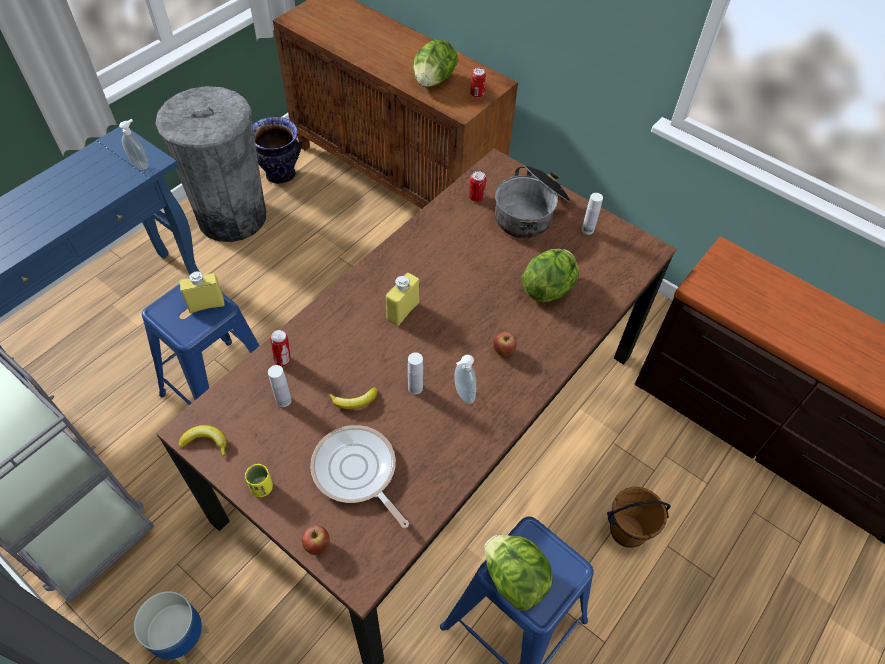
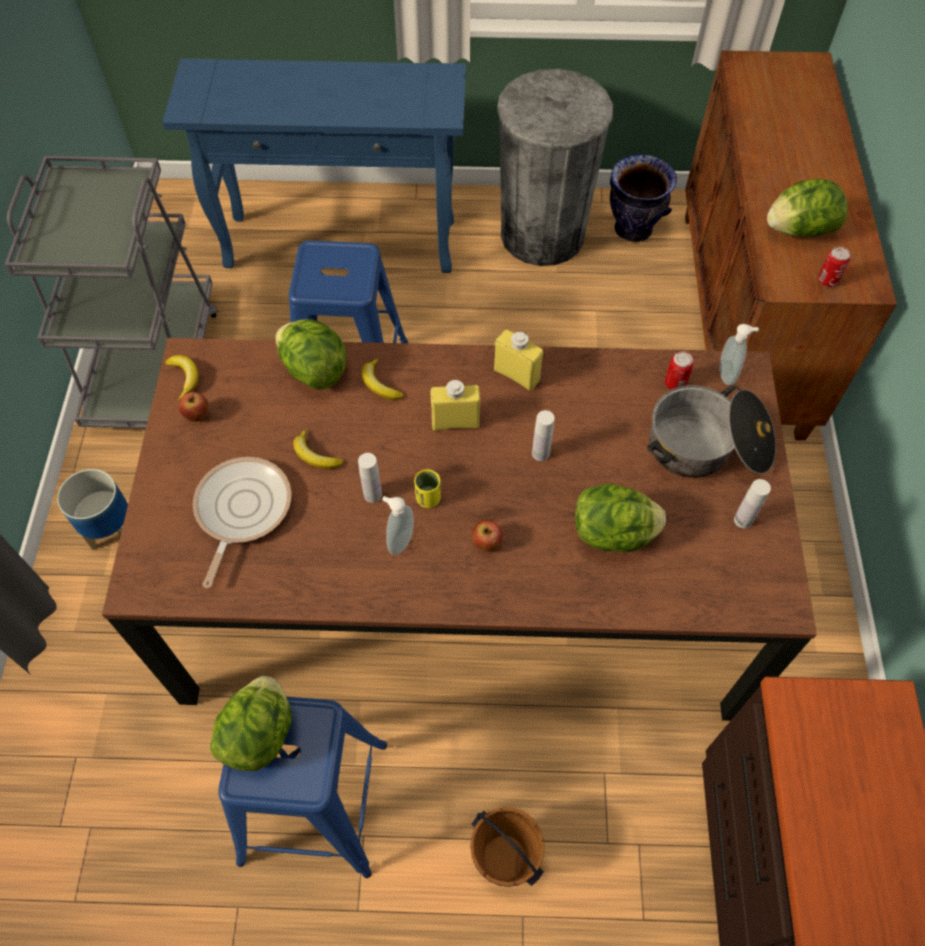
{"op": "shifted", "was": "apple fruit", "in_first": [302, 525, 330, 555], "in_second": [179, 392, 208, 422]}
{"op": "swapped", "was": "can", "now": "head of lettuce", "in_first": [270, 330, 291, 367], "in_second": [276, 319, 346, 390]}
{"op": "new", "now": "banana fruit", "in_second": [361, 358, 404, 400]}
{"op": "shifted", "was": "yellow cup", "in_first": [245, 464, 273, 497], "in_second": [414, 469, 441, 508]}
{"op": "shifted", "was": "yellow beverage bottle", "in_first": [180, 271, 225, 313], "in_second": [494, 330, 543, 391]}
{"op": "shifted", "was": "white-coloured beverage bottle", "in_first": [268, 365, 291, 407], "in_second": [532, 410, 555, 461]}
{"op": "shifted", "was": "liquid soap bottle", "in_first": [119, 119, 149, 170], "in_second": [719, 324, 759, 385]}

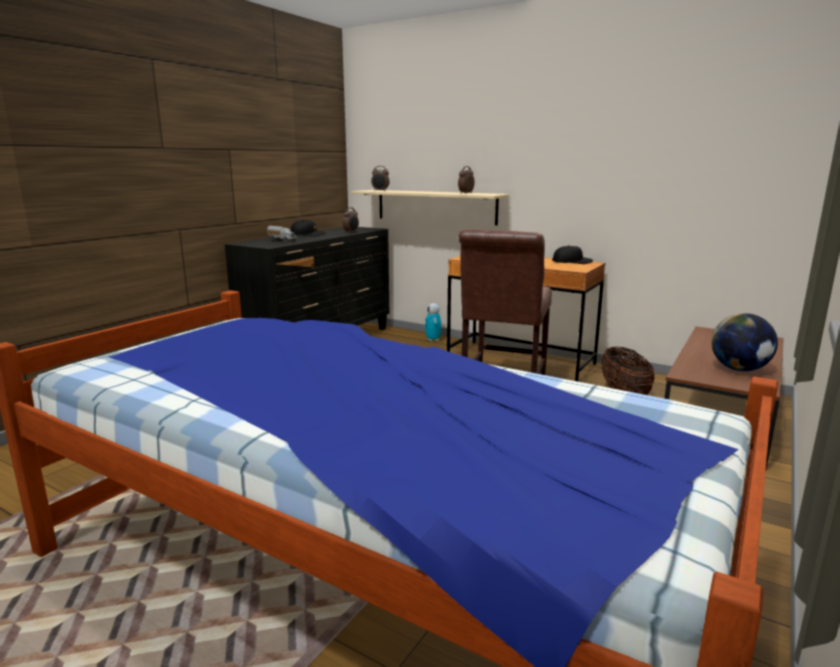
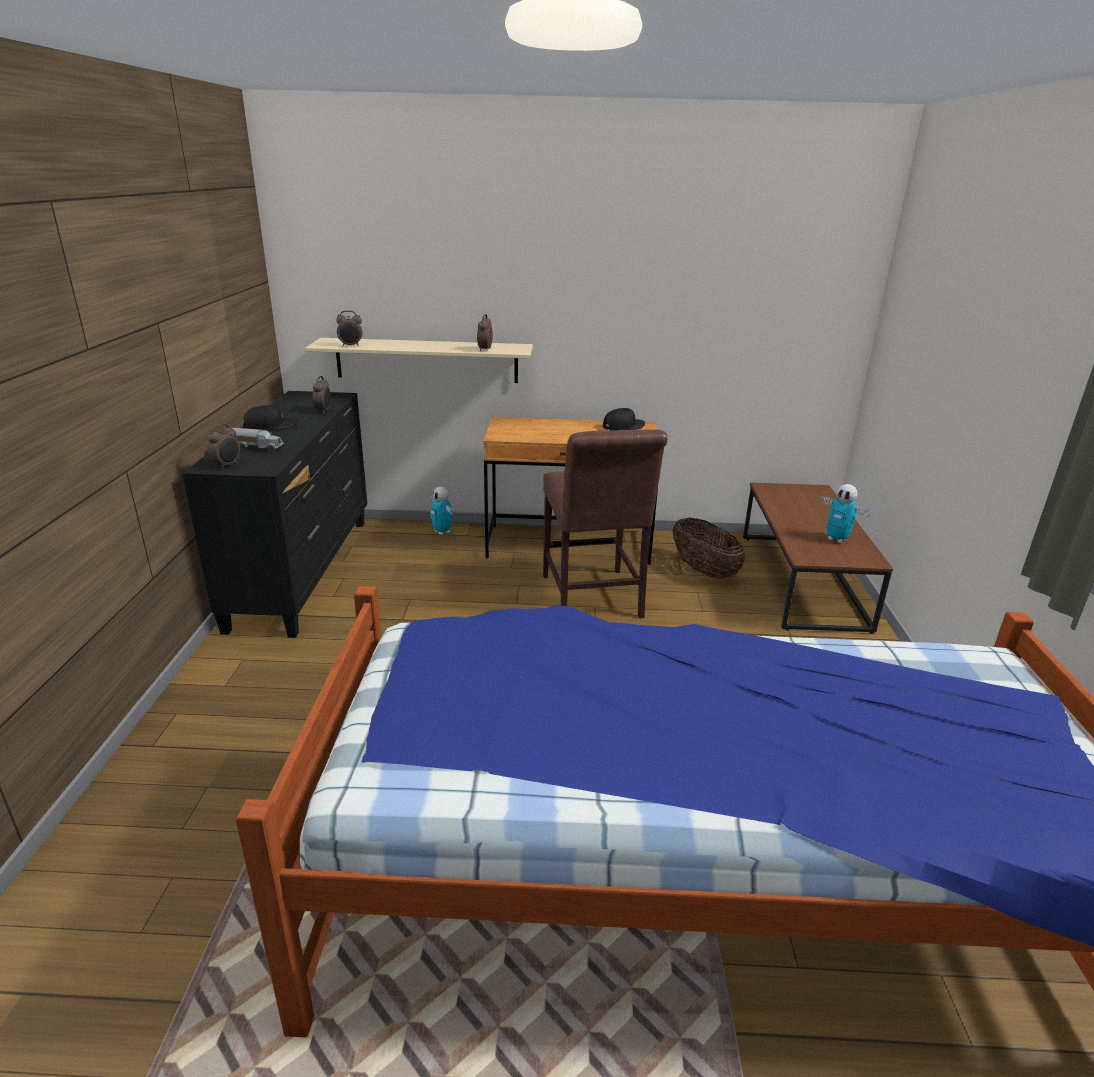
{"op": "new", "now": "alarm clock", "in_second": [207, 424, 240, 469]}
{"op": "swapped", "was": "desk globe", "now": "robot figure", "in_first": [711, 313, 778, 371], "in_second": [819, 484, 871, 543]}

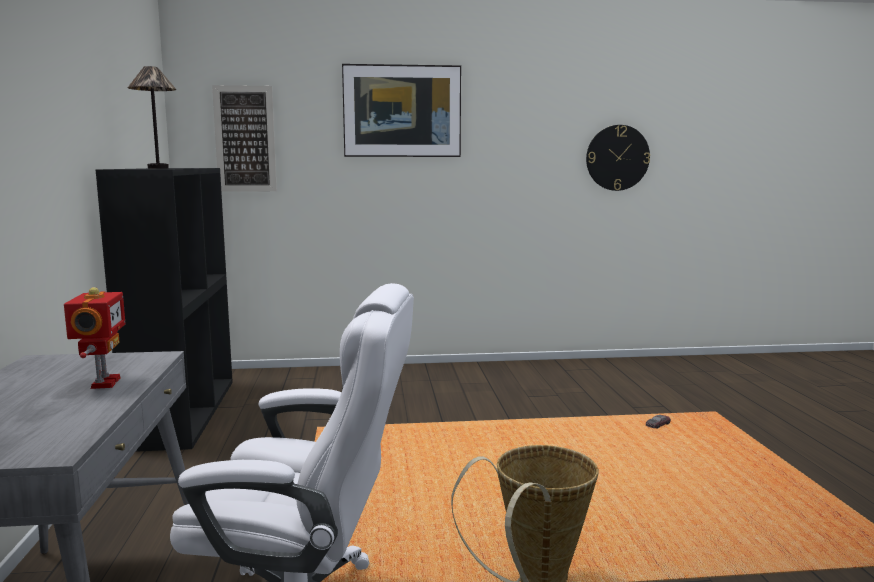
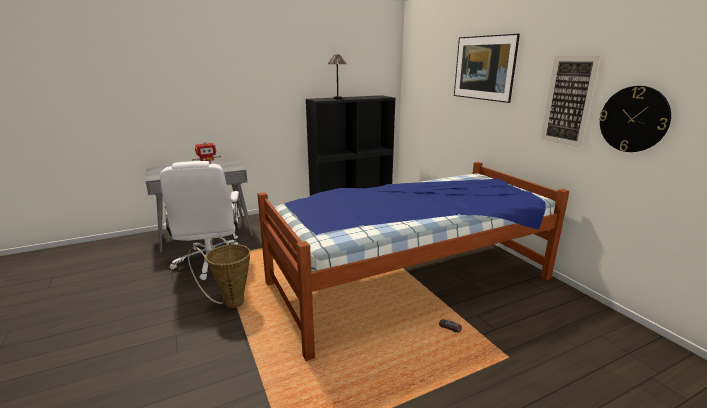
{"op": "new", "now": "bed", "in_second": [257, 162, 569, 361]}
{"op": "shifted", "was": "wall art", "in_first": [212, 85, 277, 192], "in_second": [541, 56, 601, 148]}

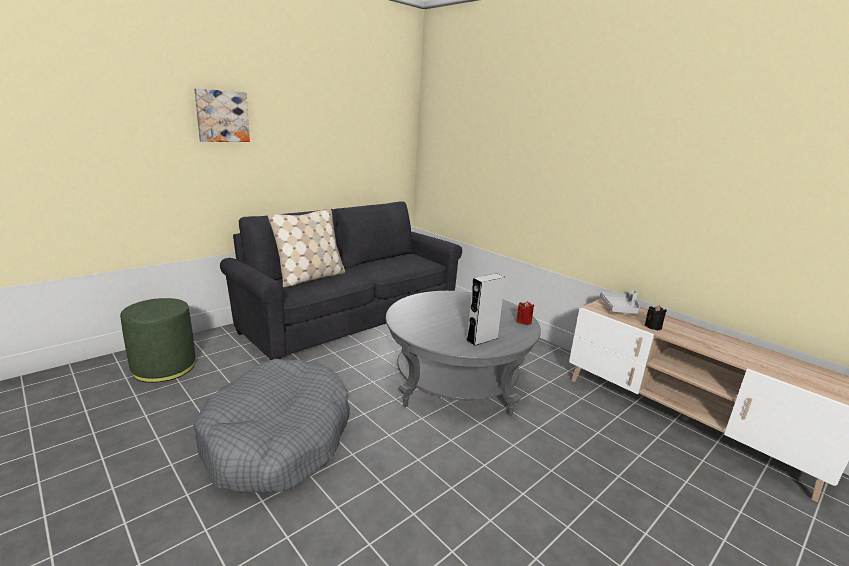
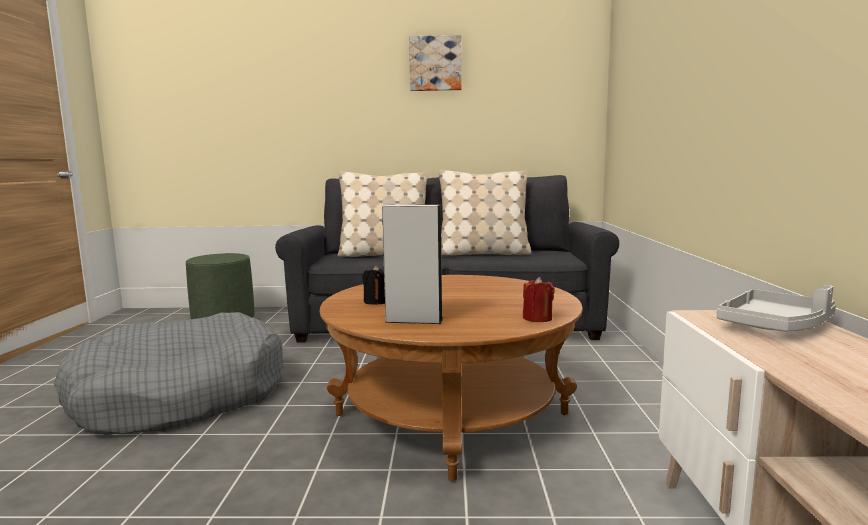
{"op": "repainted", "was": "greyish coffee table", "now": "brownish coffee table", "in_first": [385, 291, 541, 416], "in_second": [320, 275, 583, 481]}
{"op": "shifted", "was": "black candle", "in_first": [644, 305, 667, 331], "in_second": [362, 265, 385, 305]}
{"op": "shifted", "was": "wall art", "in_first": [194, 88, 250, 142], "in_second": [409, 35, 462, 91]}
{"op": "new", "now": "beige-coloured pillow", "in_second": [439, 170, 531, 255]}

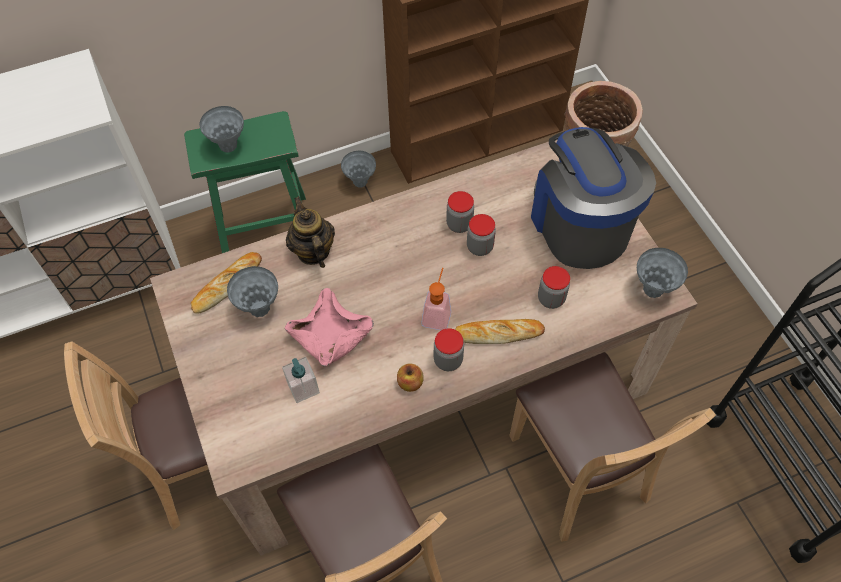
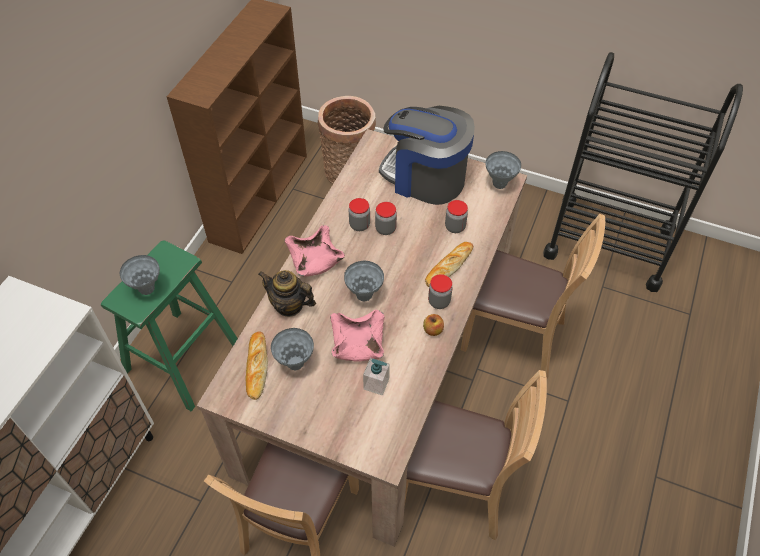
{"op": "new", "now": "pink-coloured serving bowl", "in_second": [285, 225, 345, 277]}
{"op": "shifted", "was": "greyish vase", "in_first": [341, 151, 376, 188], "in_second": [344, 261, 384, 301]}
{"op": "gone", "was": "liquid soap bottle", "in_first": [421, 268, 451, 330]}

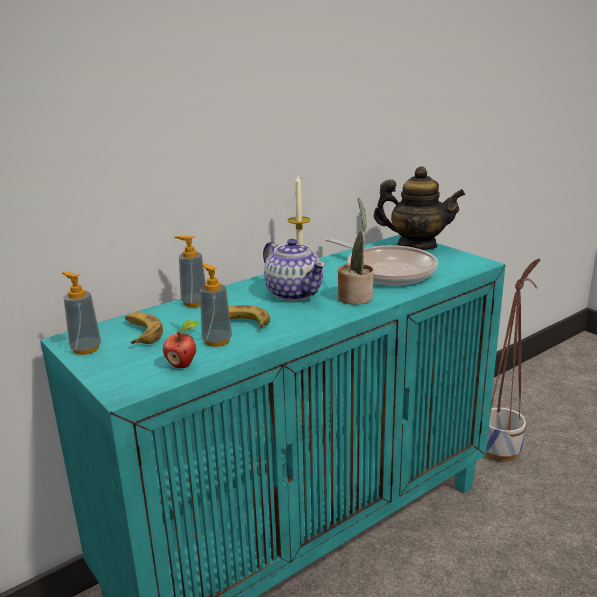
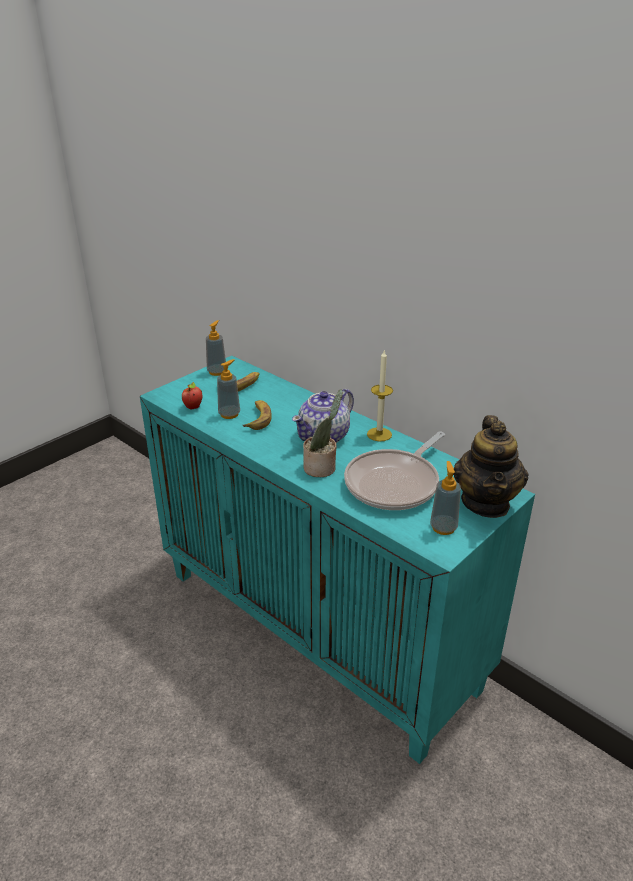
{"op": "shifted", "was": "liquid soap bottle", "in_first": [174, 236, 206, 307], "in_second": [430, 461, 461, 535]}
{"op": "gone", "was": "planter", "in_first": [486, 258, 540, 462]}

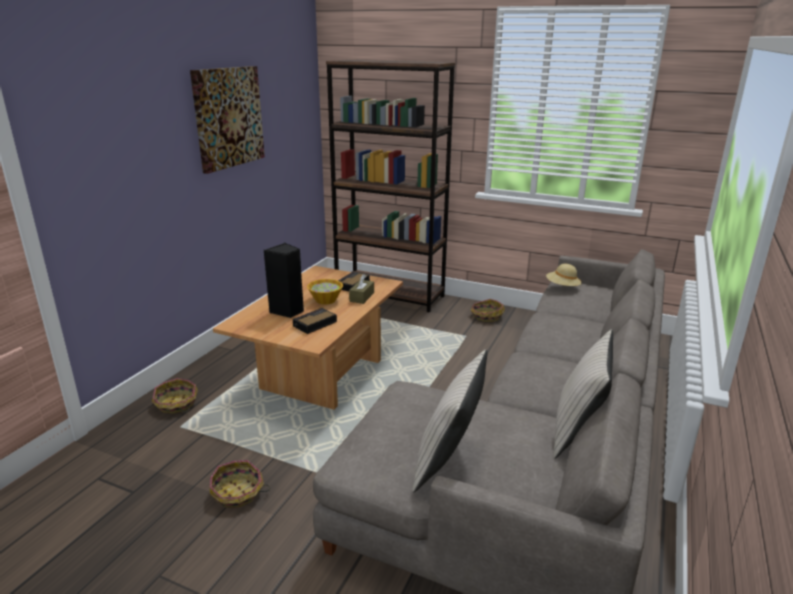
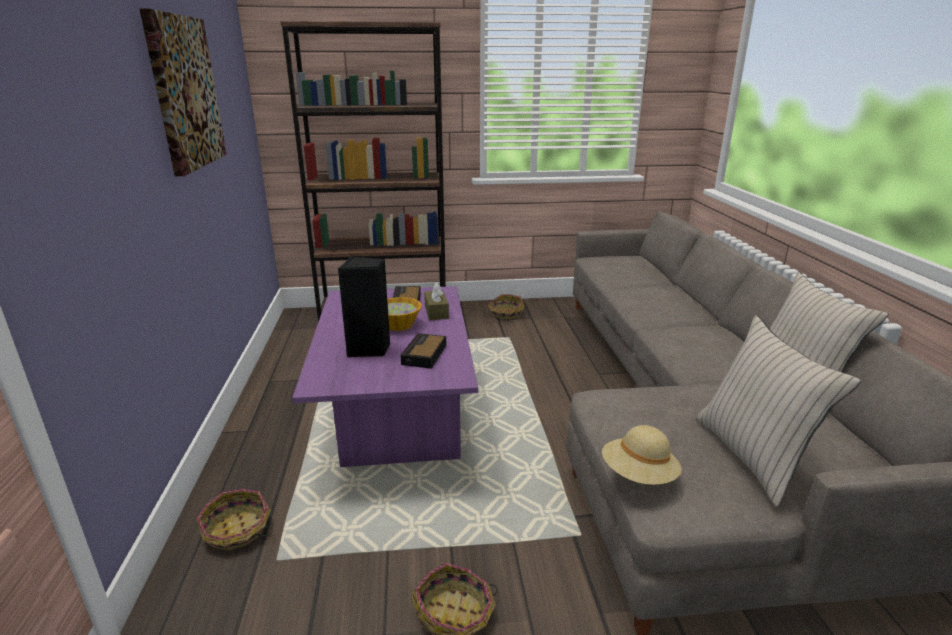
{"op": "repainted", "was": "brownish coffee table", "now": "purple-coloured coffee table", "in_first": [213, 266, 403, 410], "in_second": [292, 286, 478, 467]}
{"op": "shifted", "was": "beige-coloured hat", "in_first": [546, 264, 582, 286], "in_second": [602, 425, 682, 485]}

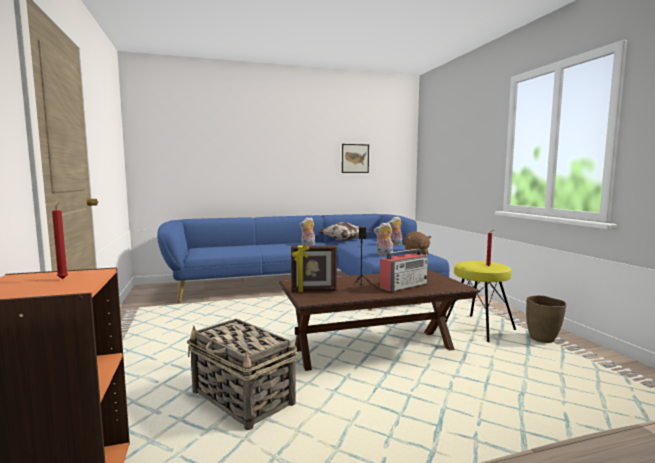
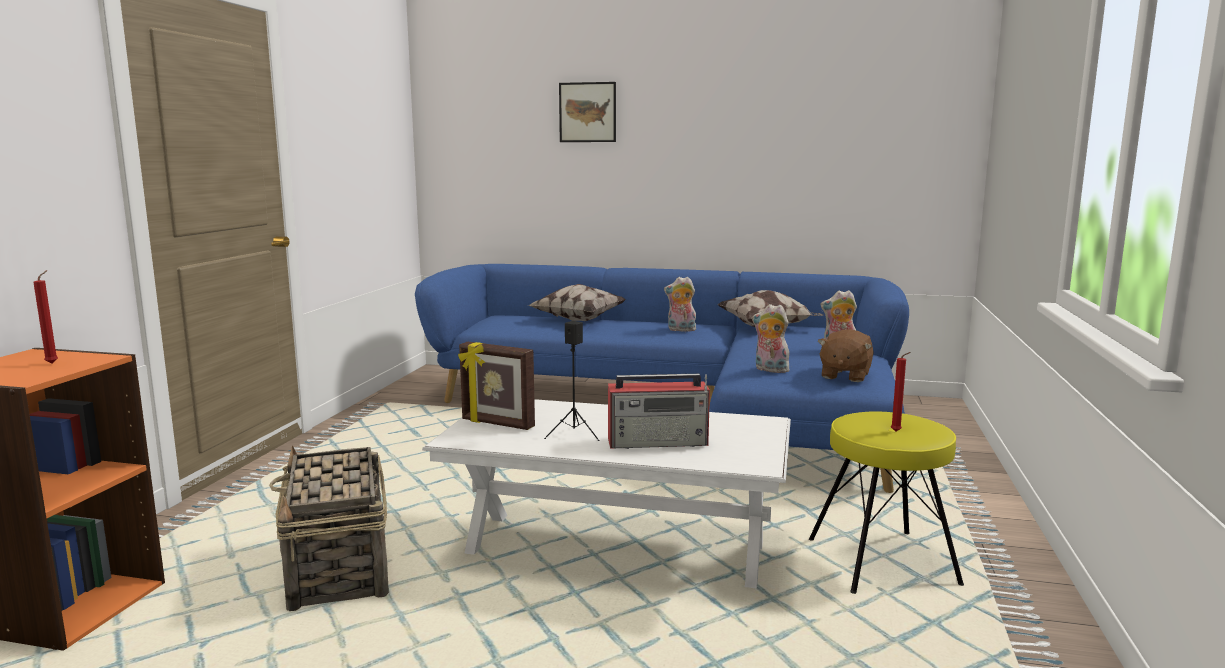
{"op": "repainted", "was": "brownish coffee table", "now": "white-coloured coffee table", "in_first": [279, 270, 480, 371], "in_second": [422, 399, 791, 589]}
{"op": "new", "now": "pillow", "in_second": [528, 284, 625, 321]}
{"op": "shifted", "was": "wall art", "in_first": [342, 144, 369, 173], "in_second": [559, 82, 616, 142]}
{"op": "gone", "was": "brownish vase", "in_first": [526, 295, 566, 343]}

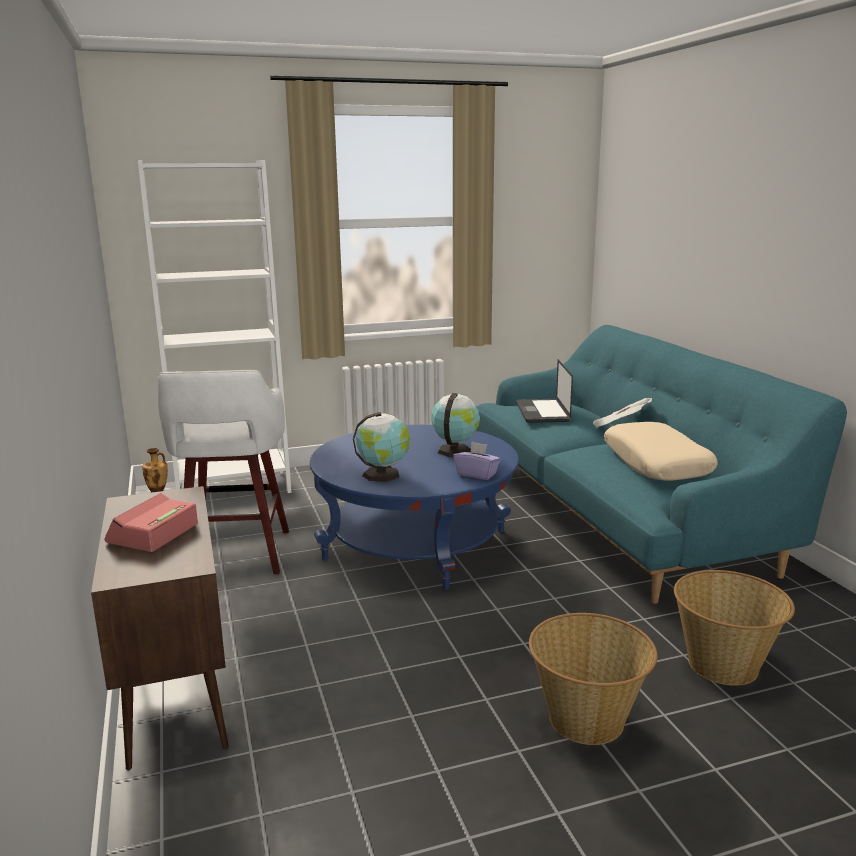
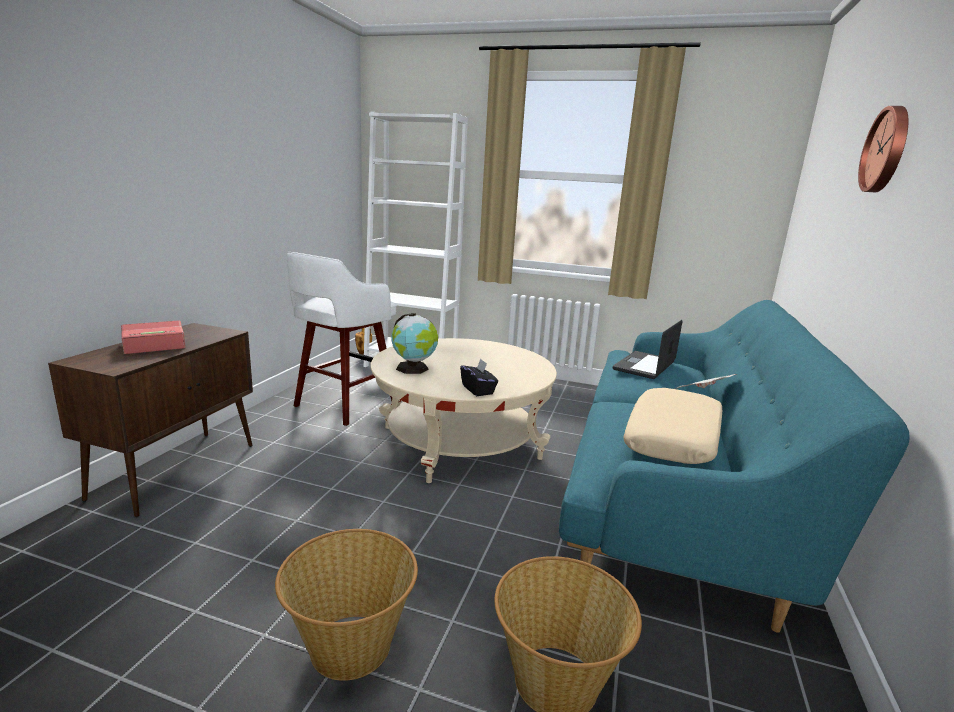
{"op": "repainted", "was": "blue-coloured coffee table", "now": "beige-coloured coffee table", "in_first": [310, 425, 519, 590], "in_second": [371, 338, 557, 483]}
{"op": "repainted", "was": "purple-coloured tissue holder", "now": "black tissue holder", "in_first": [453, 442, 501, 480], "in_second": [460, 359, 498, 396]}
{"op": "new", "now": "wall clock", "in_second": [858, 106, 909, 192]}
{"op": "gone", "was": "desk globe", "in_first": [431, 393, 480, 457]}

